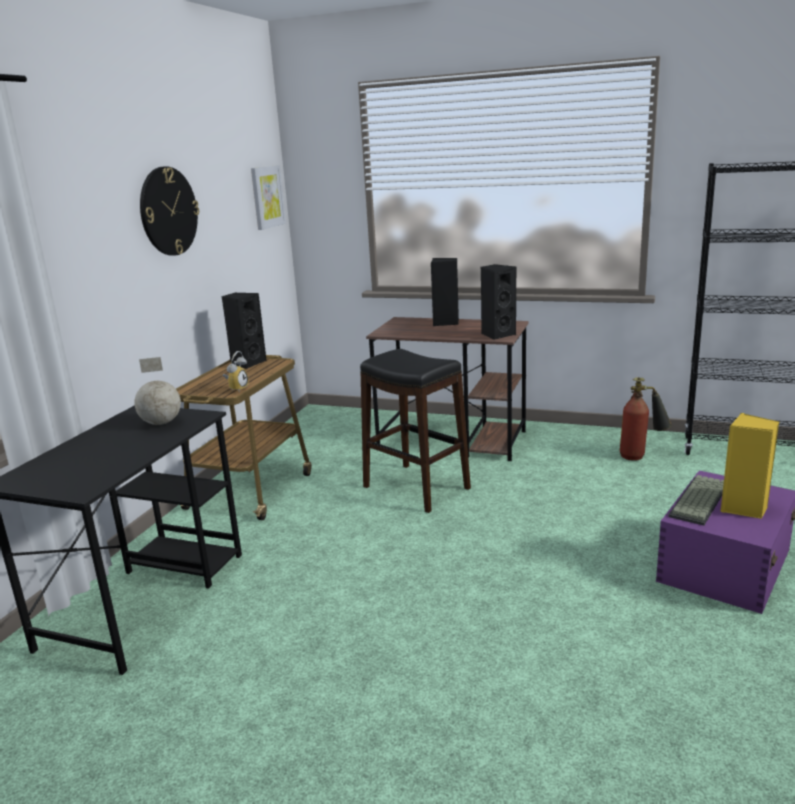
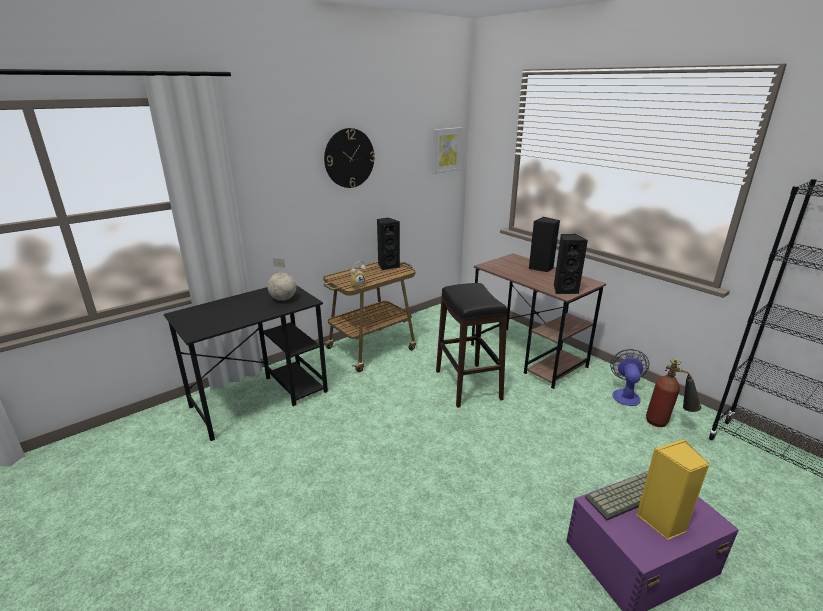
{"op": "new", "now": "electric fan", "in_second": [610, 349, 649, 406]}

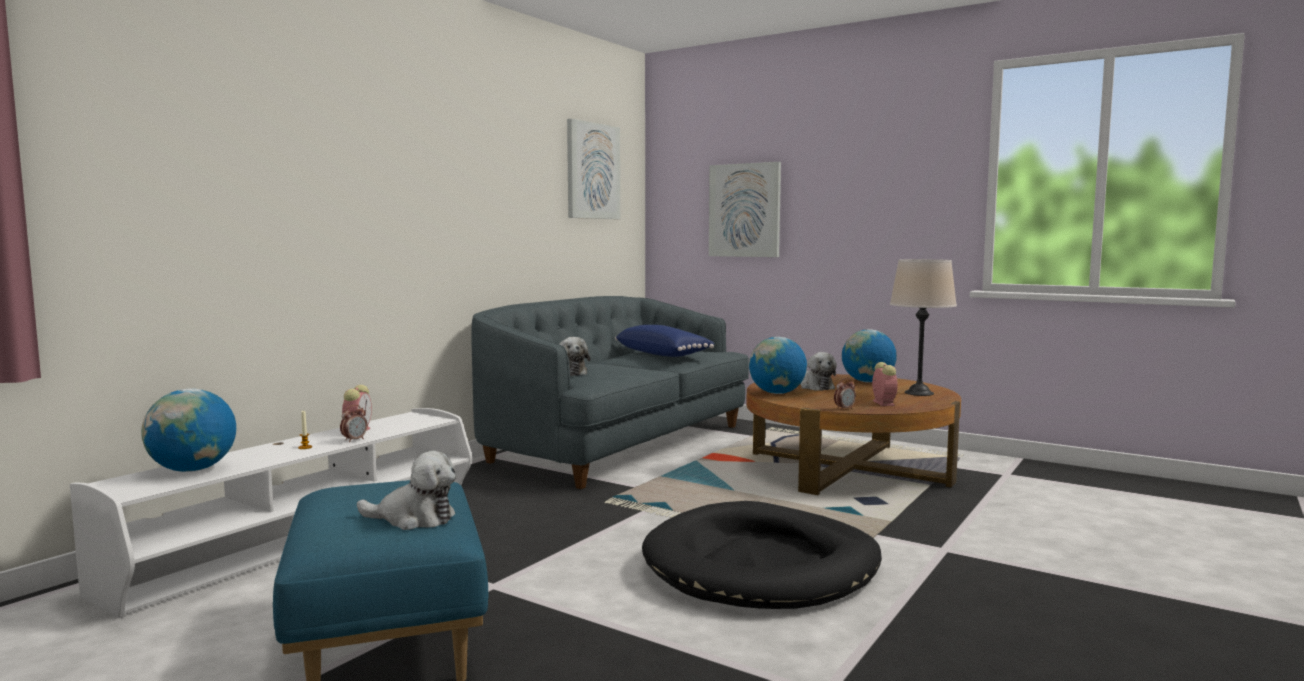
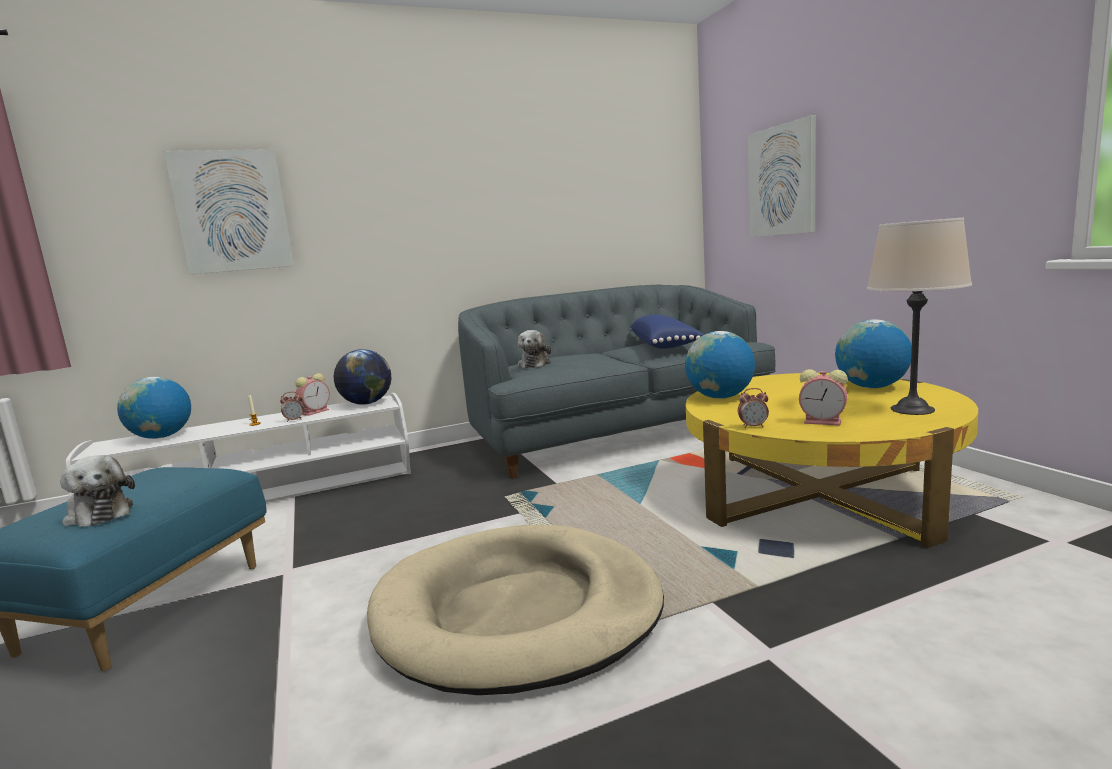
{"op": "shifted", "was": "wall art", "in_first": [567, 119, 620, 219], "in_second": [164, 149, 294, 274]}
{"op": "new", "now": "desk globe", "in_second": [334, 349, 391, 405]}
{"op": "repainted", "was": "black pet bed", "now": "beige-coloured pet bed", "in_first": [642, 501, 882, 609], "in_second": [367, 525, 664, 695]}
{"op": "repainted", "was": "brownish coffee table", "now": "yellow coffee table", "in_first": [746, 374, 961, 495], "in_second": [686, 373, 978, 548]}
{"op": "rotated", "was": "alarm clock", "in_first": [872, 362, 898, 406], "in_second": [799, 369, 848, 426], "clockwise": 90}
{"op": "gone", "was": "cuddly toy", "in_first": [800, 352, 837, 391]}

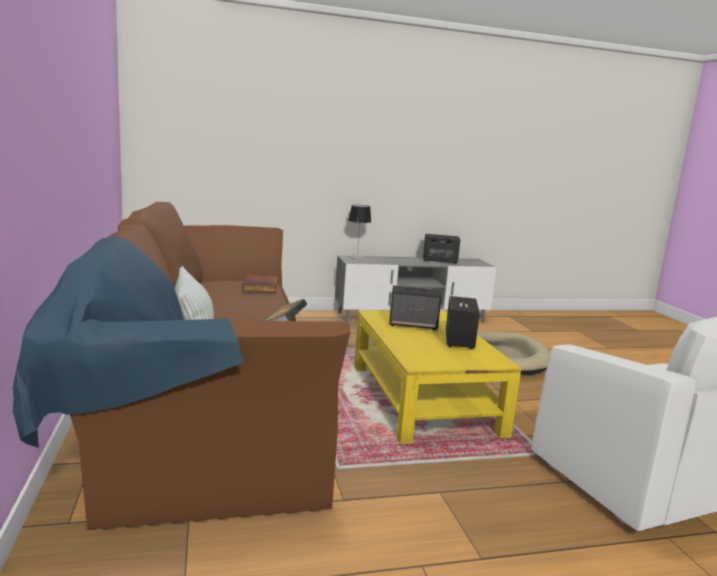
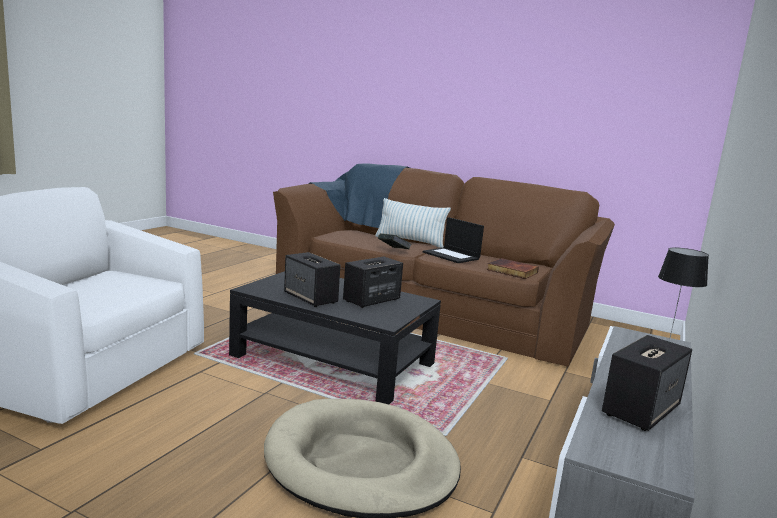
{"op": "repainted", "was": "yellow coffee table", "now": "black coffee table", "in_first": [354, 311, 521, 444], "in_second": [229, 271, 441, 404]}
{"op": "new", "now": "laptop", "in_second": [423, 217, 484, 263]}

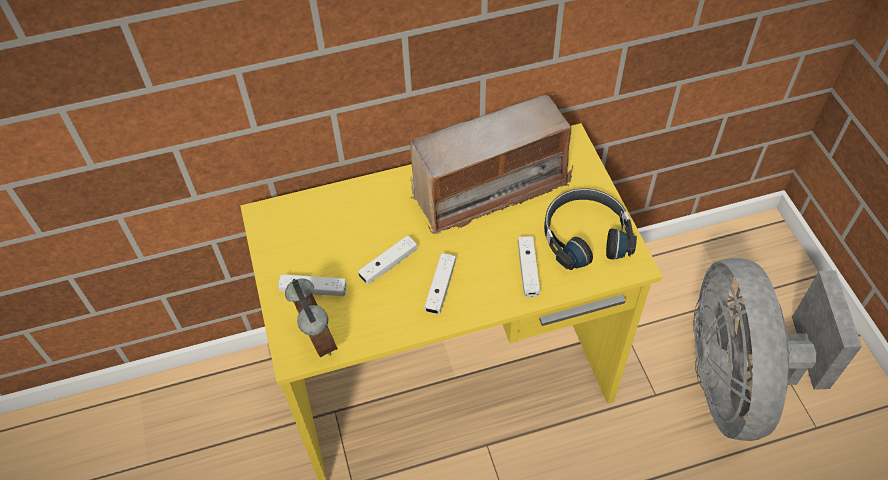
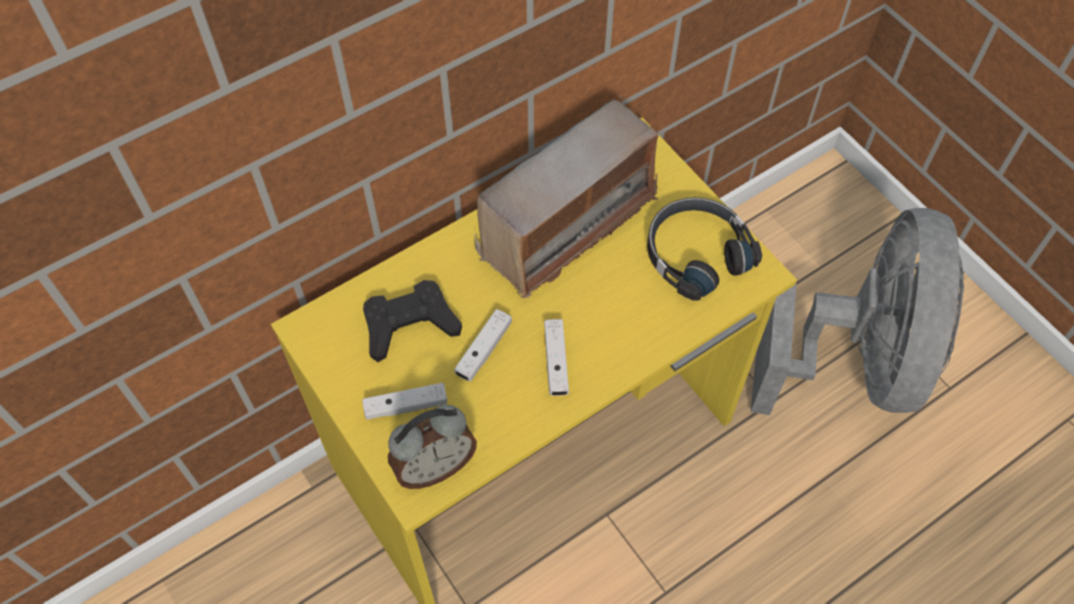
{"op": "new", "now": "black gamepad", "in_second": [363, 280, 462, 362]}
{"op": "rotated", "was": "alarm clock", "in_first": [285, 278, 338, 357], "in_second": [388, 405, 477, 489], "clockwise": 105}
{"op": "rotated", "was": "greyish electric fan", "in_first": [693, 258, 862, 441], "in_second": [751, 208, 964, 415], "clockwise": -150}
{"op": "gone", "was": "white-coloured gamepad", "in_first": [518, 236, 540, 297]}

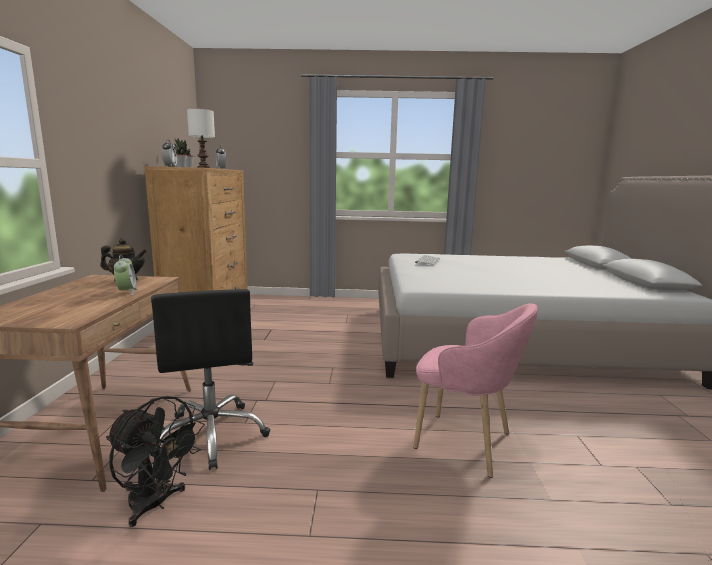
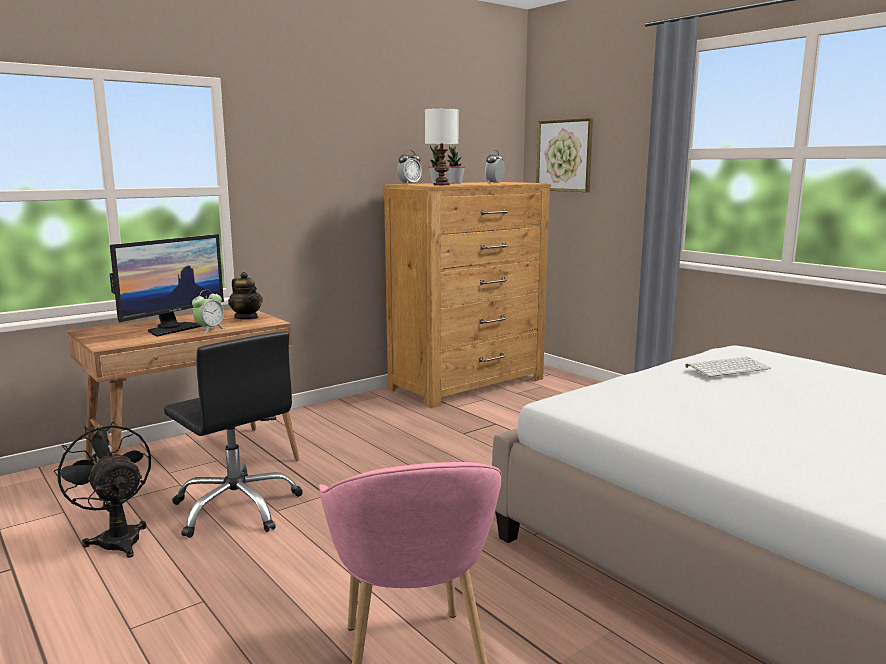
{"op": "rotated", "was": "black electric fan", "in_first": [106, 396, 205, 527], "in_second": [54, 422, 151, 558], "clockwise": 150}
{"op": "new", "now": "computer screen", "in_second": [110, 234, 224, 337]}
{"op": "rotated", "was": "black office chair", "in_first": [150, 289, 270, 470], "in_second": [164, 331, 303, 538], "clockwise": -75}
{"op": "new", "now": "wall art", "in_second": [536, 118, 593, 192]}

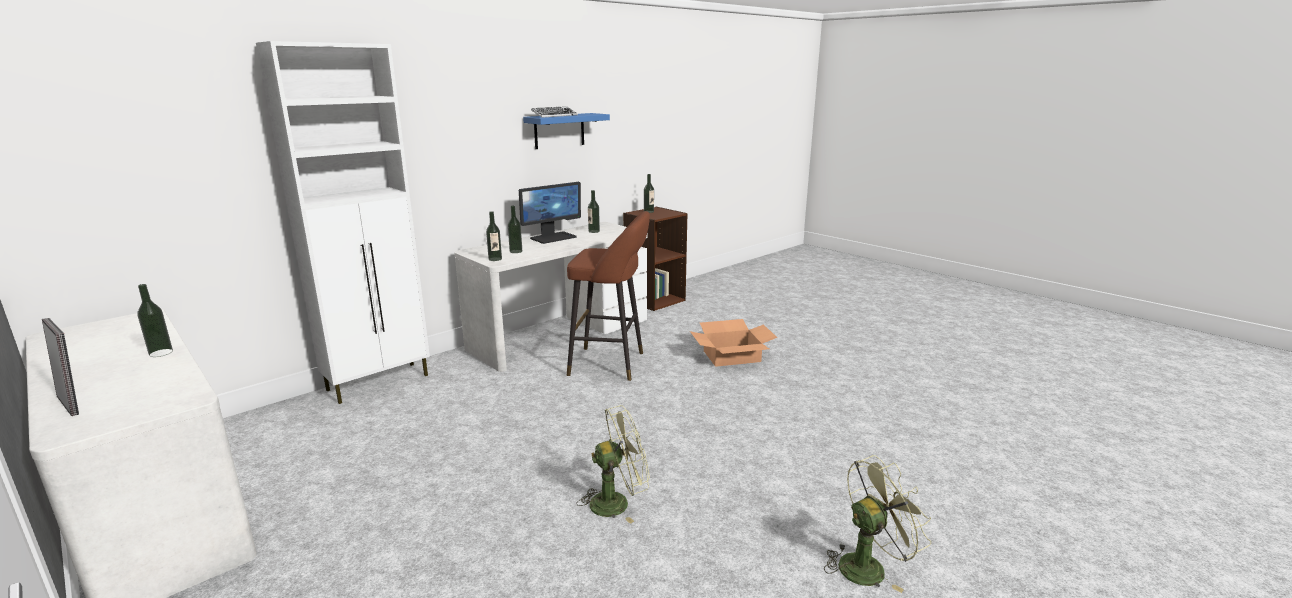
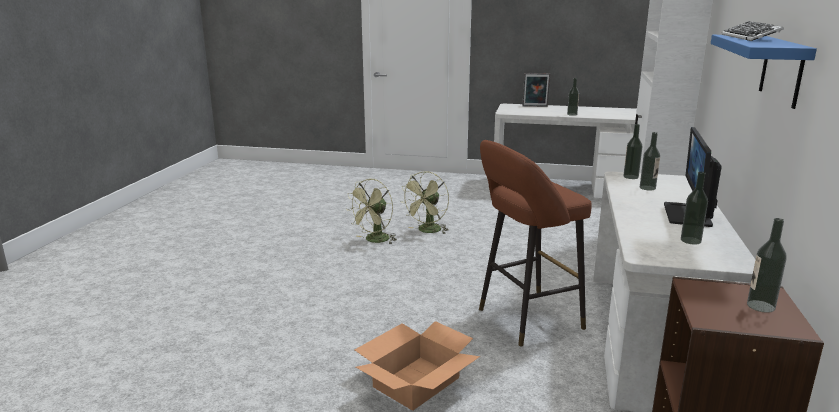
{"op": "shifted", "was": "green-coloured electric fan", "in_first": [824, 455, 931, 593], "in_second": [400, 171, 449, 234]}

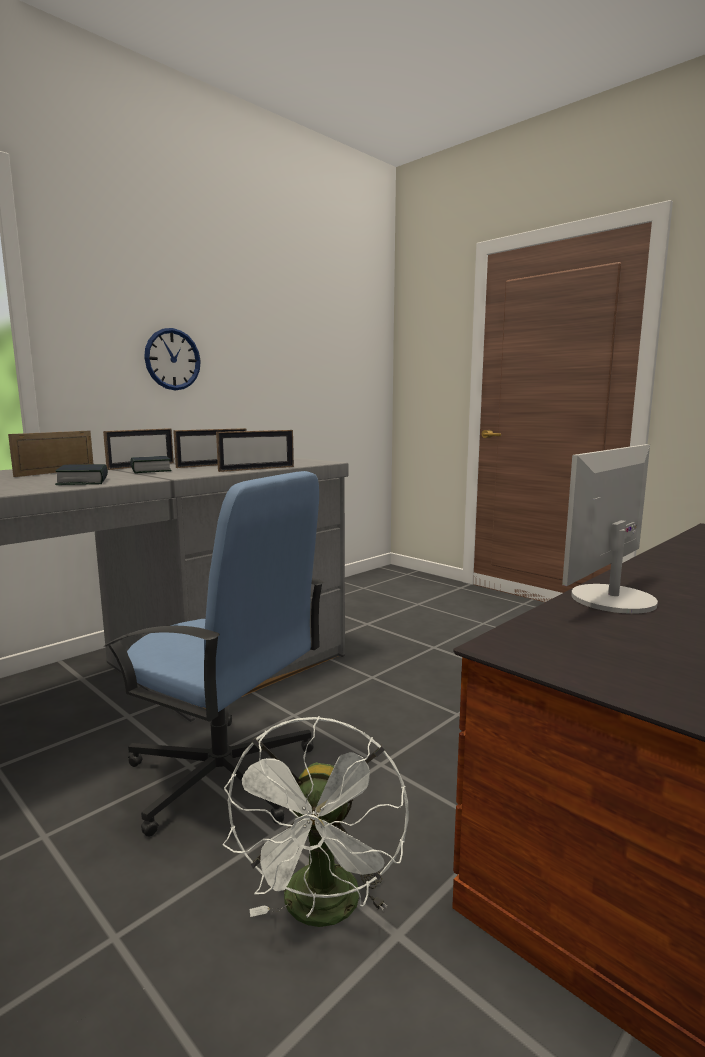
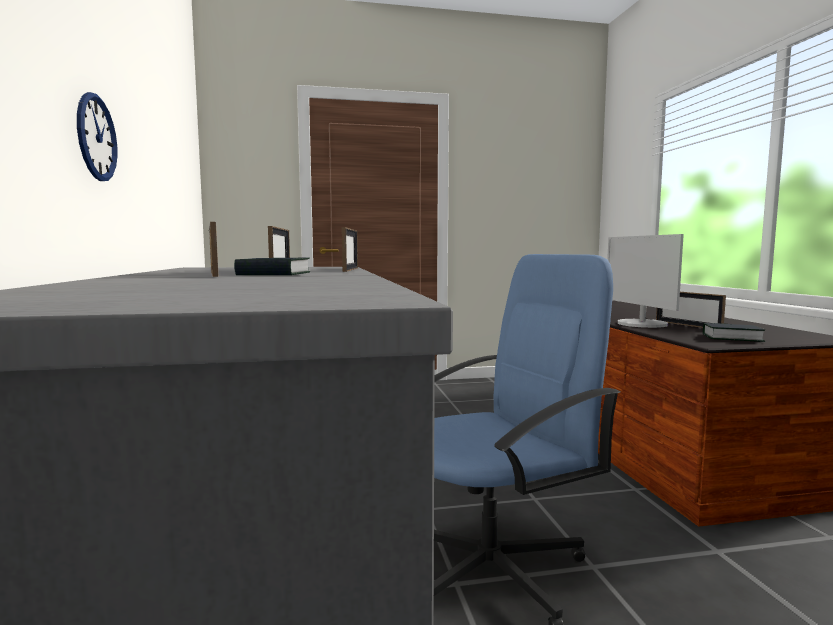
{"op": "shifted", "was": "standing frame", "in_first": [8, 431, 93, 477], "in_second": [656, 292, 726, 328]}
{"op": "shifted", "was": "volume", "in_first": [55, 464, 108, 485], "in_second": [703, 323, 766, 342]}
{"op": "gone", "was": "white-coloured electric fan", "in_first": [222, 716, 409, 927]}

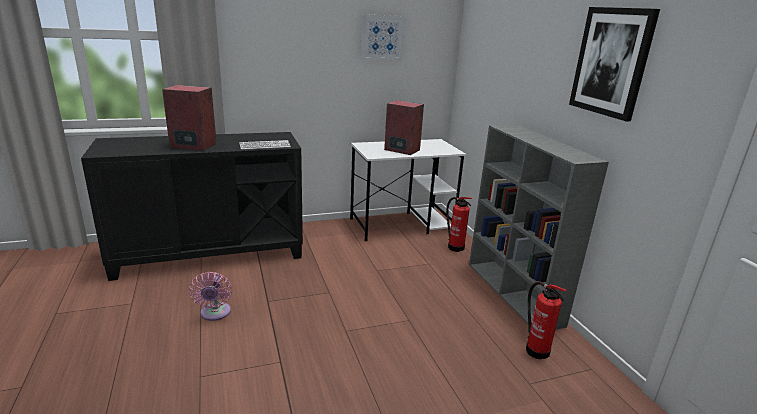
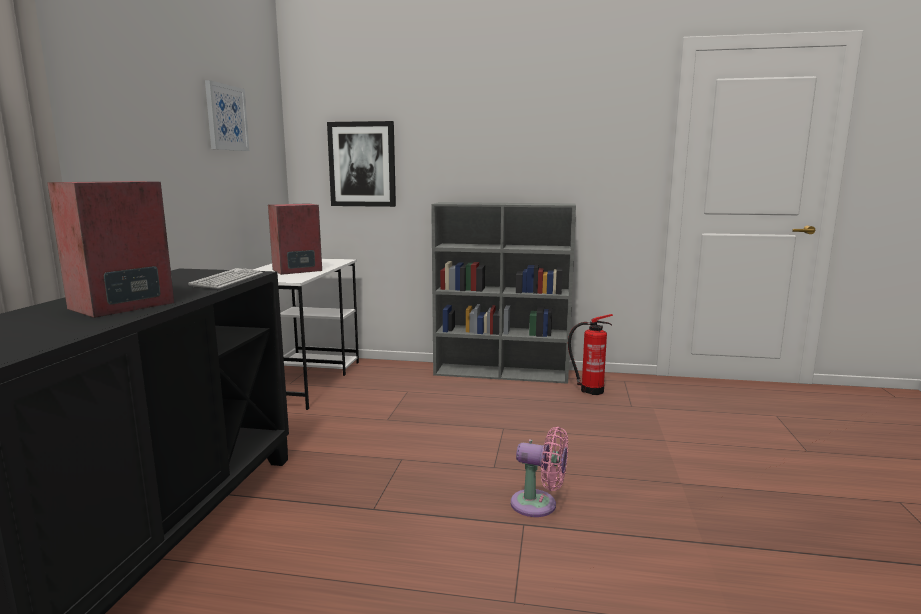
{"op": "shifted", "was": "wall art", "in_first": [569, 7, 660, 121], "in_second": [327, 121, 396, 207]}
{"op": "shifted", "was": "pink-coloured electric fan", "in_first": [189, 272, 232, 321], "in_second": [511, 427, 568, 517]}
{"op": "gone", "was": "fire-fighting cylinder", "in_first": [446, 197, 472, 252]}

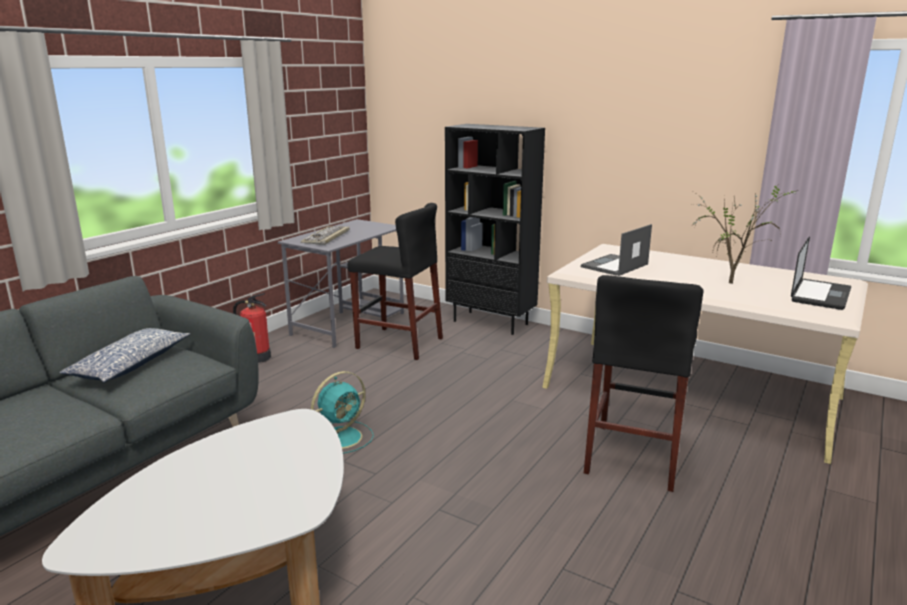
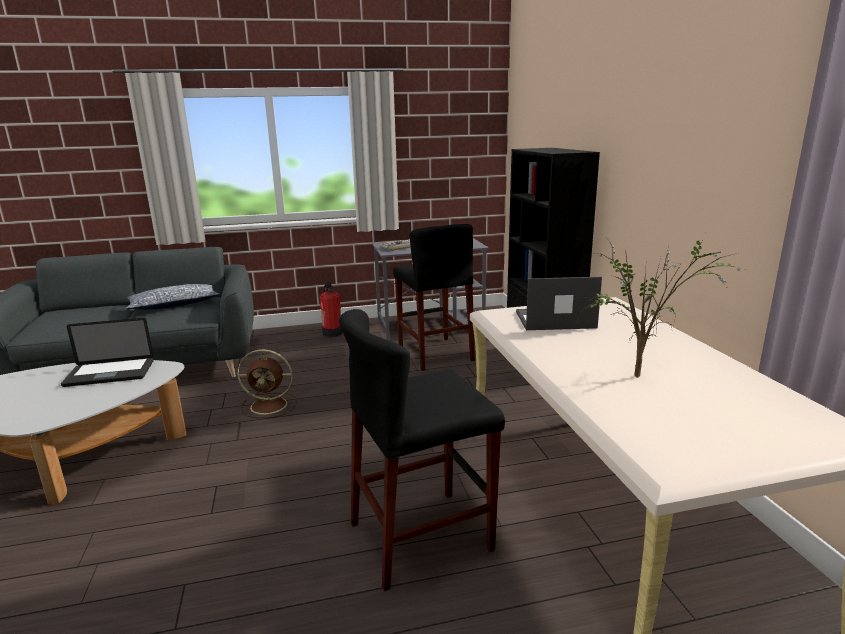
{"op": "shifted", "was": "laptop", "in_first": [791, 237, 851, 310], "in_second": [61, 318, 153, 387]}
{"op": "repainted", "was": "turquoise electric fan", "now": "brownish electric fan", "in_first": [311, 371, 374, 454], "in_second": [237, 349, 297, 418]}

